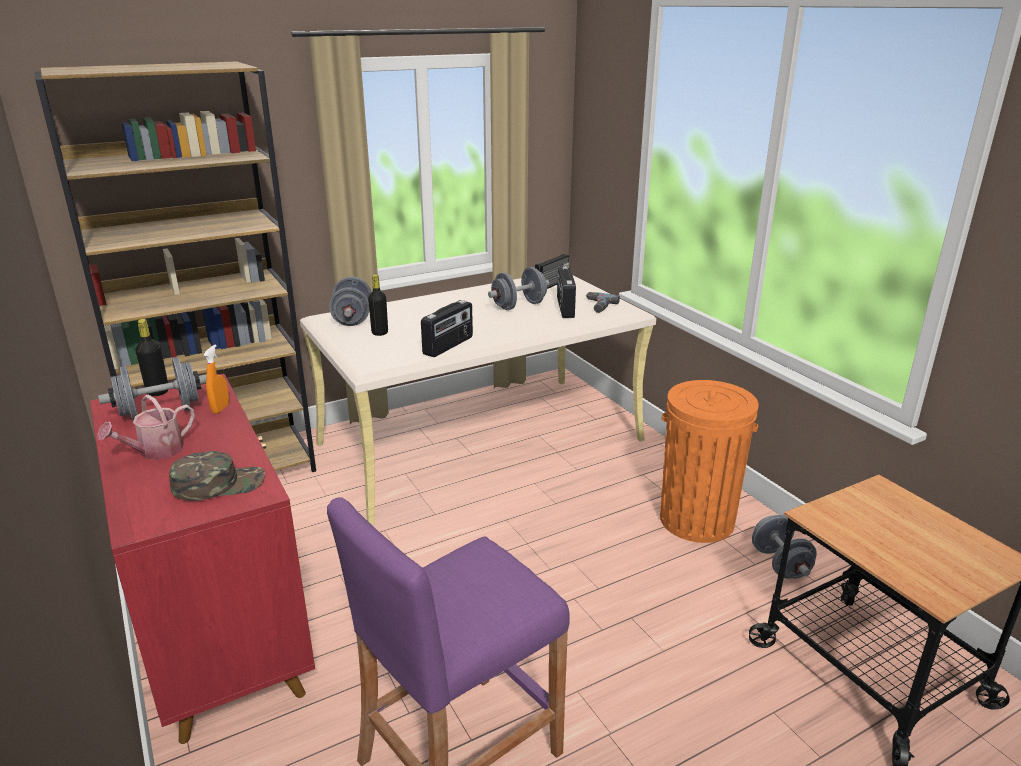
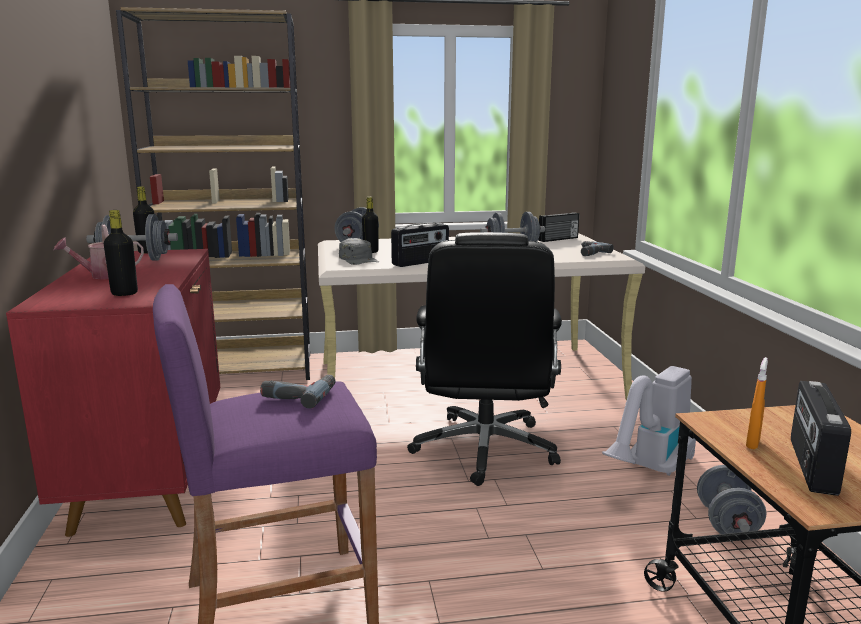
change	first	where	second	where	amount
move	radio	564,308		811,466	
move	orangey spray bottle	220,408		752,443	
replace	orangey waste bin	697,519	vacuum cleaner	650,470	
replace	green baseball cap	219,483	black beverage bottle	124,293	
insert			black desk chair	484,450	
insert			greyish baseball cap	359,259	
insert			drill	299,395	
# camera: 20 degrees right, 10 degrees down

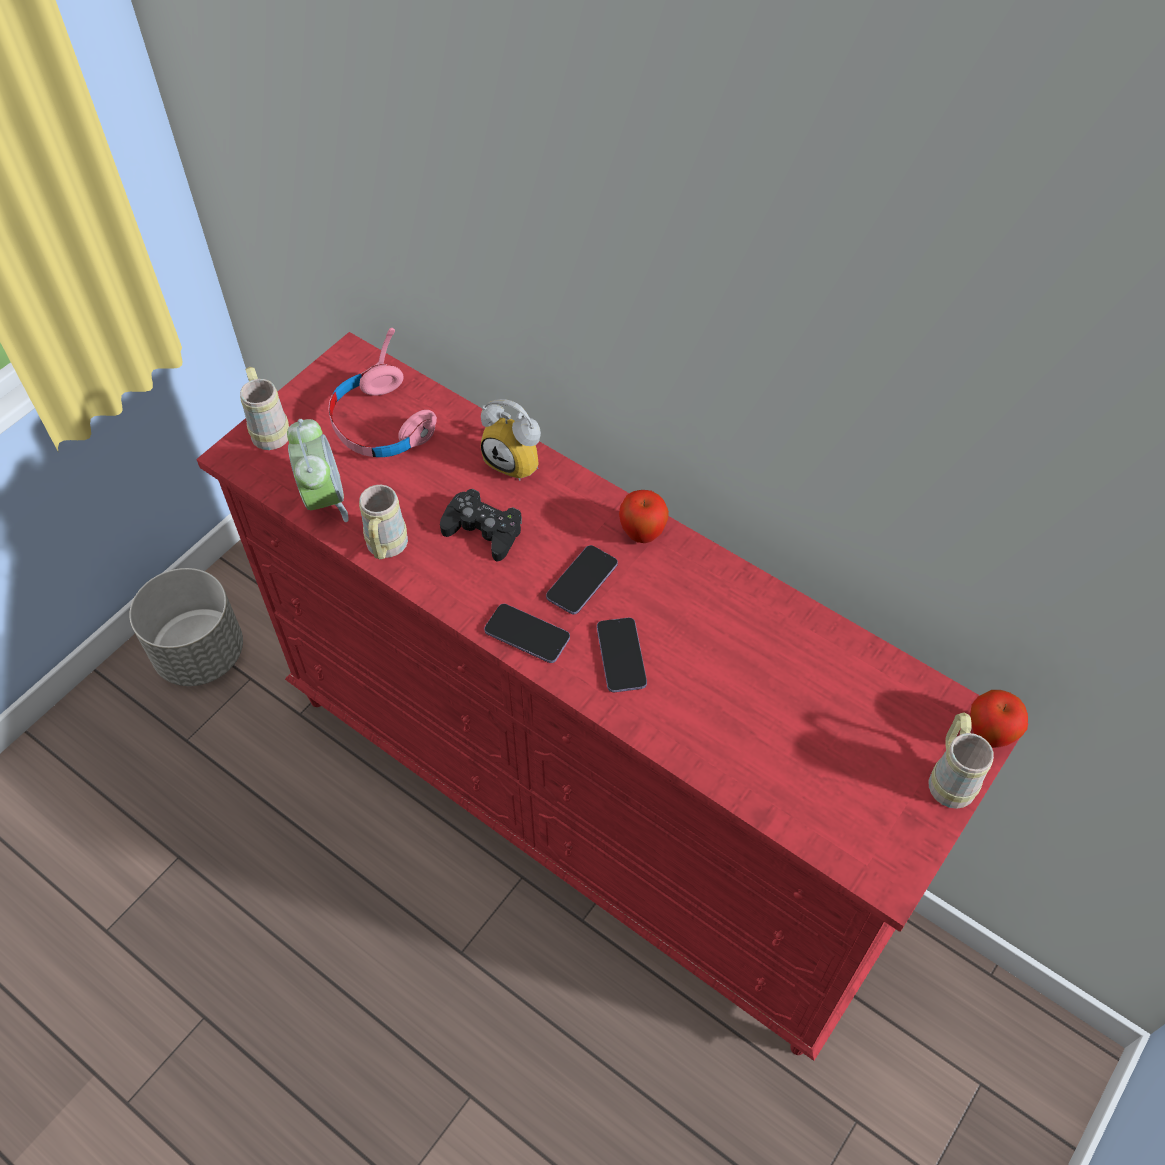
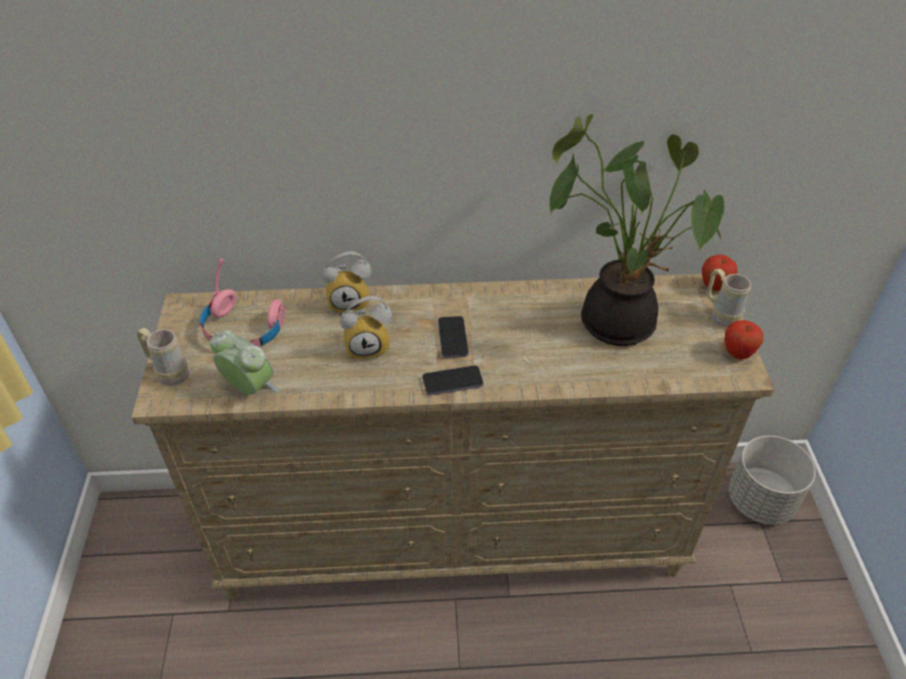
change	first	where	second	where	amount
recolor	reddish drawer chest	585,807	sand-coloured drawer chest	454,536	
delete	sand-coloured mug	385,549			
replace	black joypad	483,530	alarm clock	369,347	
move	whole apple	642,534		737,354	
move	greyish flower pot	200,654		760,501	
delete	phone	621,656			
insert			plant in a pot	618,318	
# camera: 40 degrees left, 10 degrees down

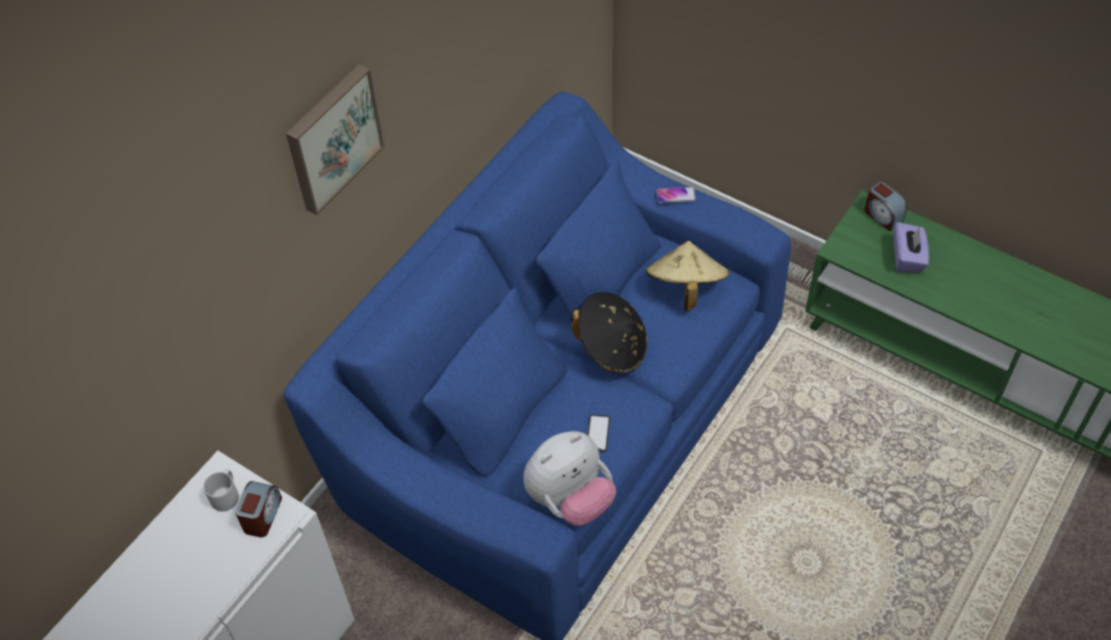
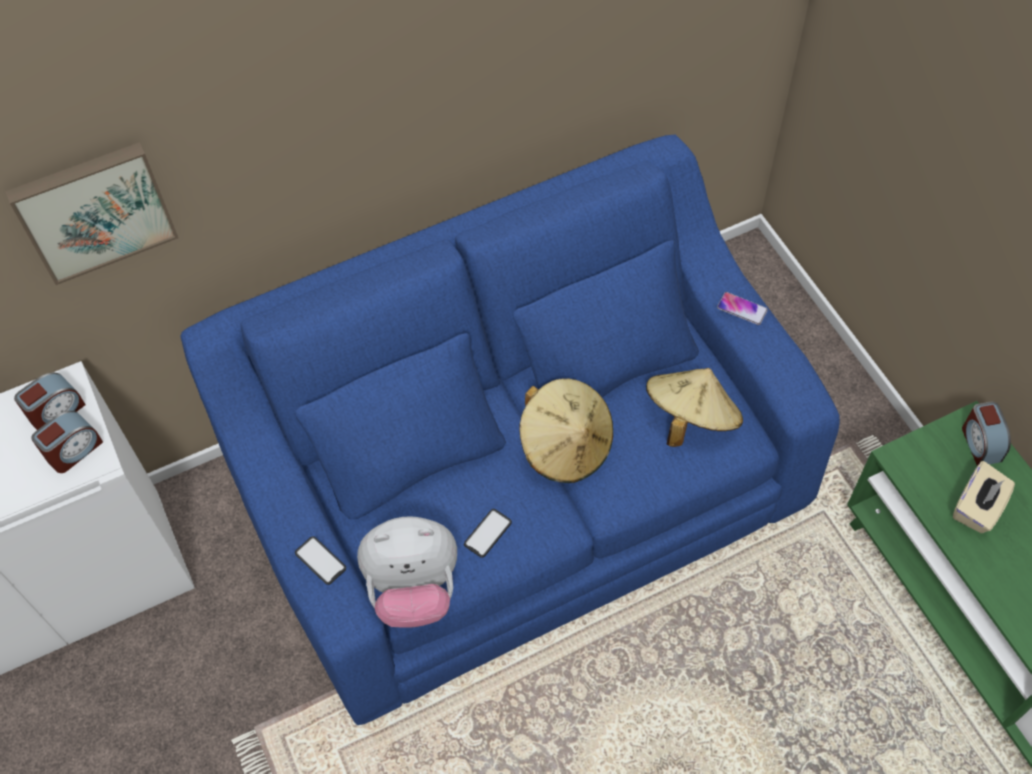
change	first	where	second	where	amount
move	wall art	332,137		94,210	
recolor	purple tissue box	907,258	sand-coloured tissue box	977,508	
recolor	black clothing hat	612,347	sand-coloured clothing hat	566,446	
replace	greyish mug	226,495	alarm clock	56,412	
insert			phone	320,560	
# camera: 30 degrees right, 5 degrees up

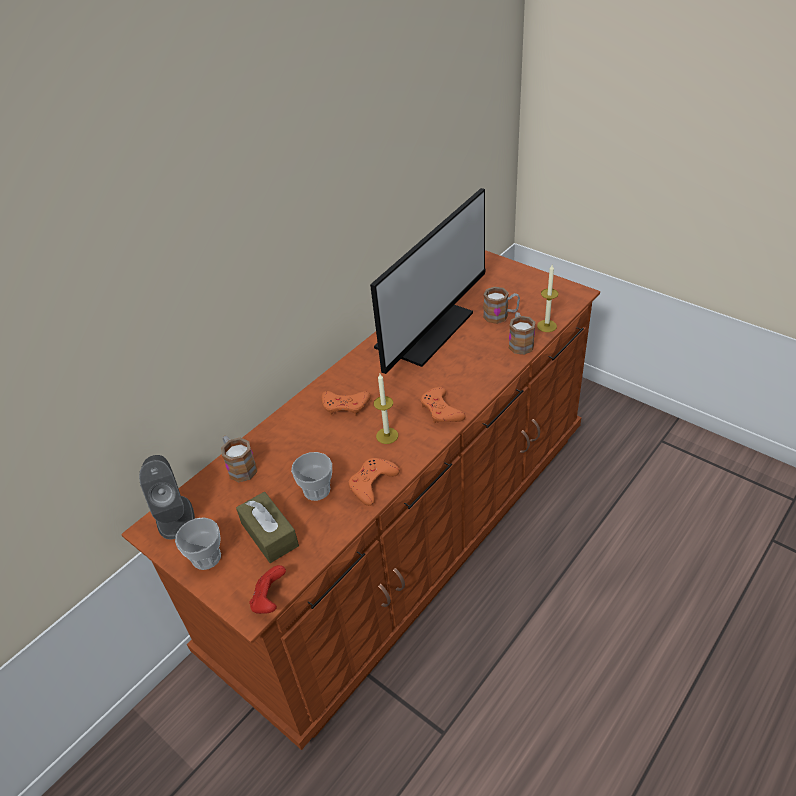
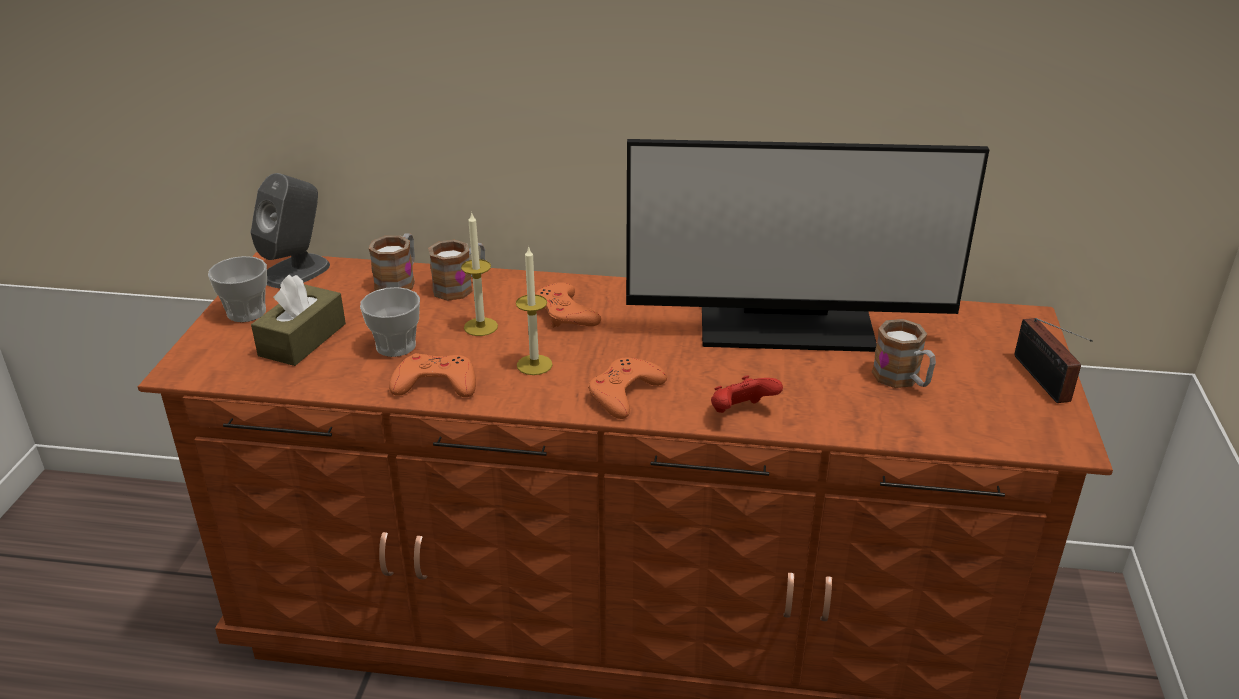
change	first	where	second	where	amount
move	wax candle	546,326		480,327	
move	mug	520,342		460,287	
move	reddish joypad	270,600		741,412	
insert			radio	1043,381	
# camera: 55 degrees right, 10 degrees down

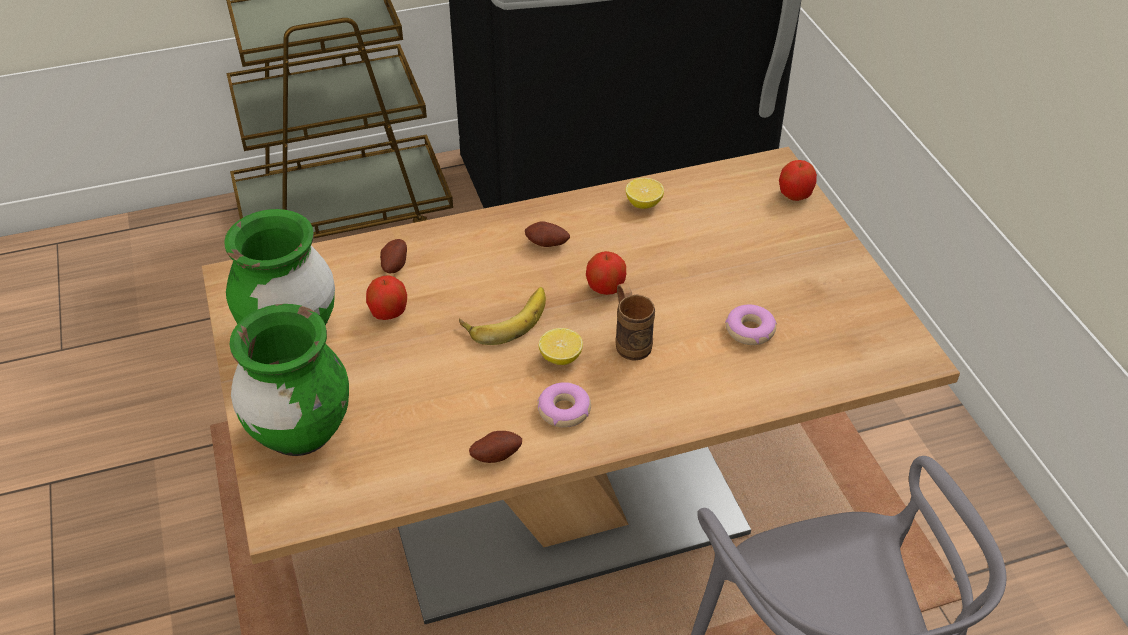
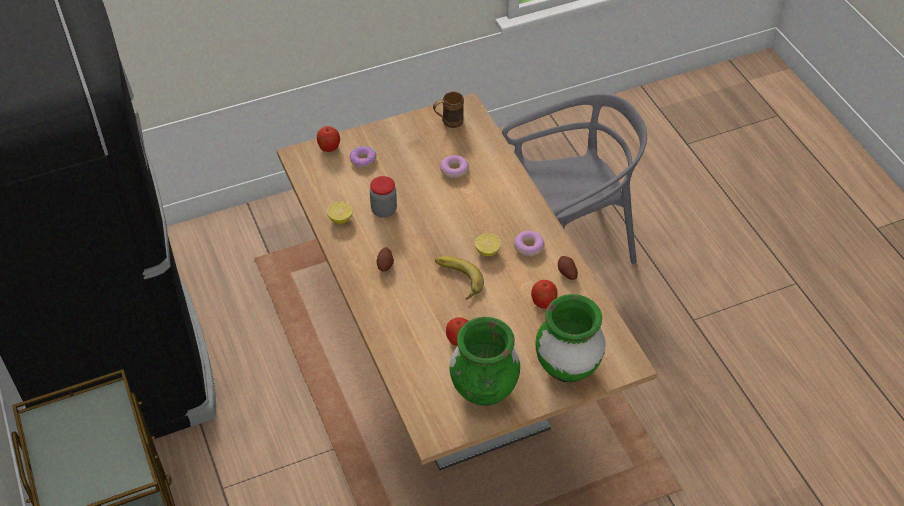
change	first	where	second	where	amount
delete	whole potato	394,265			
move	whole apple	605,288		543,302	
move	brown-coloured mug	630,341		448,123	
insert			doughnut	363,160	
insert			jar	384,210	
# camera: 95 degrees left, 5 degrees up

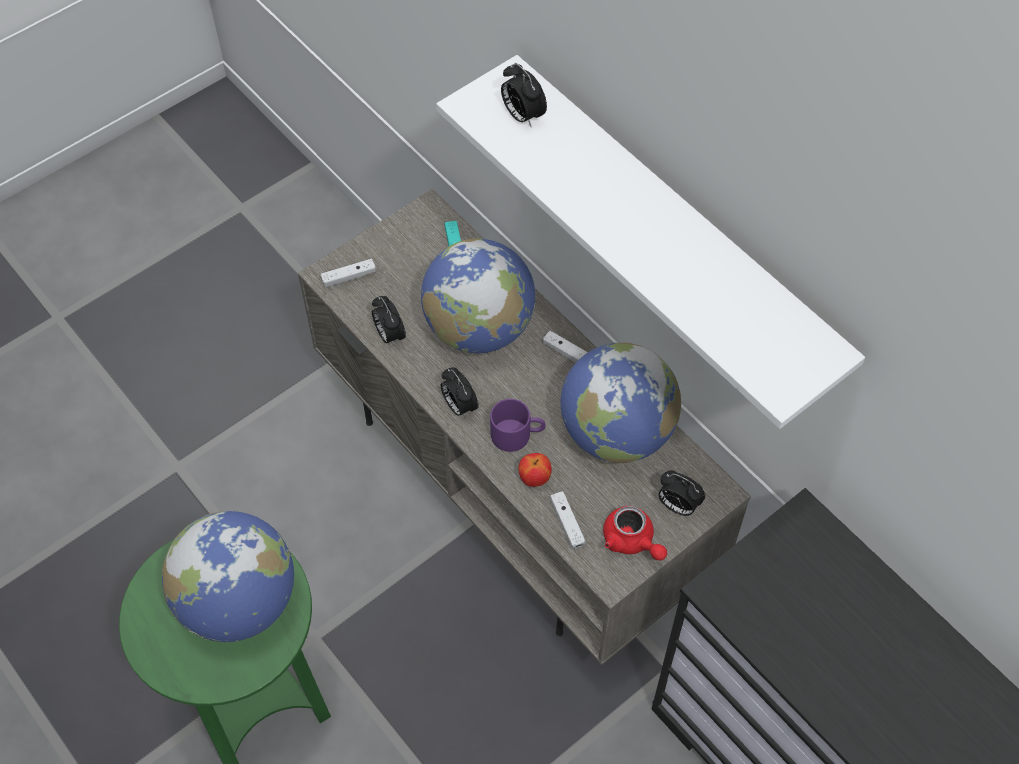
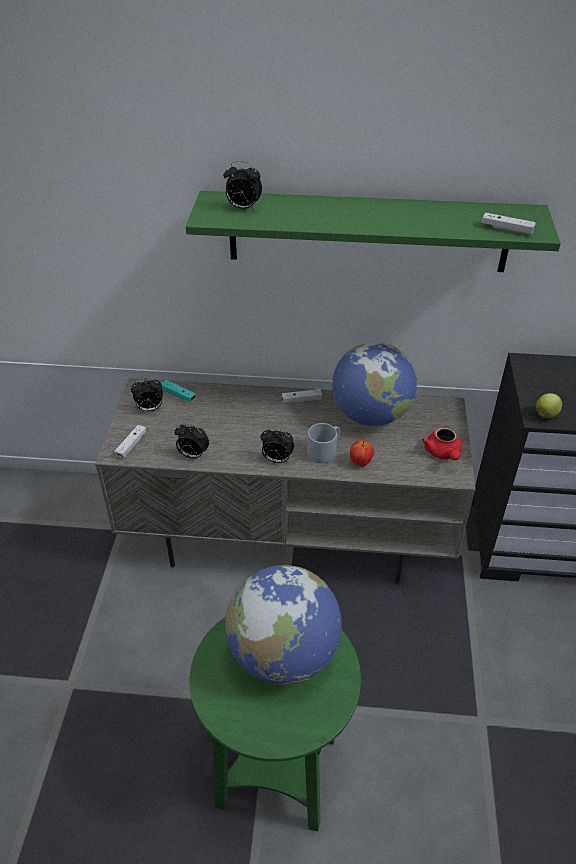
change	first	where	second	where	amount
recolor	whitish wall shelf	673,228	green wall shelf	368,232	
delete	globe	479,328			
recolor	purple mug	517,434	greyish mug	324,450	
move	alarm clock	677,505		150,409	
move	whitish joypad	567,523		506,229	
rotate	reddish pot for tea	632,541		443,453	75 degrees clockwise
insert			whole apple	546,415	
# camera: 45 degrees left, 15 degrees down

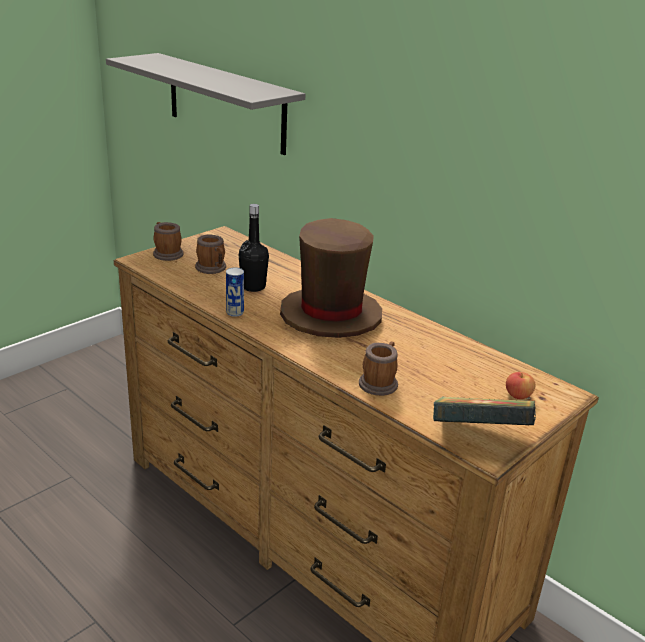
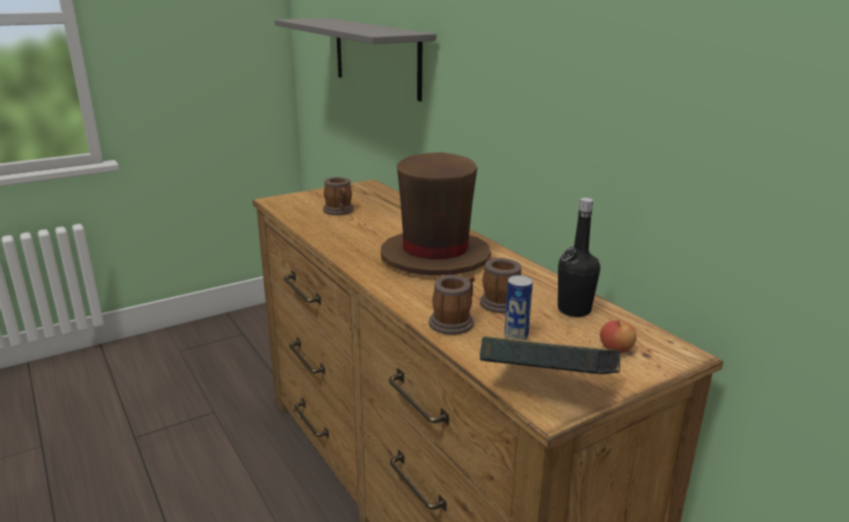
change	first	where	second	where	amount
move	black beverage bottle	253,287		574,310	
move	mug	166,253		498,301	
move	can	235,312		516,336	
# camera: 15 degrees right, 5 degrees down

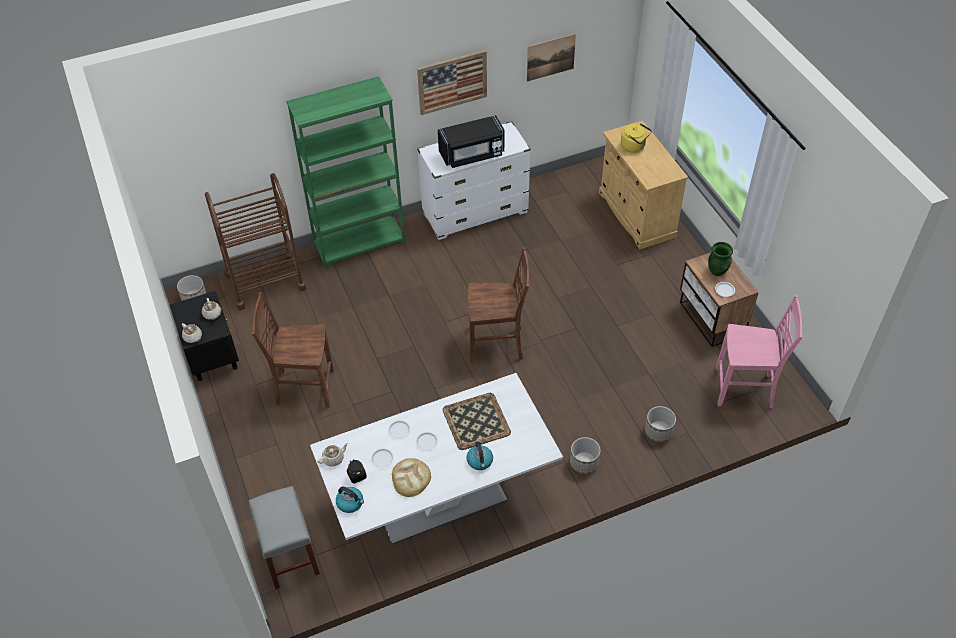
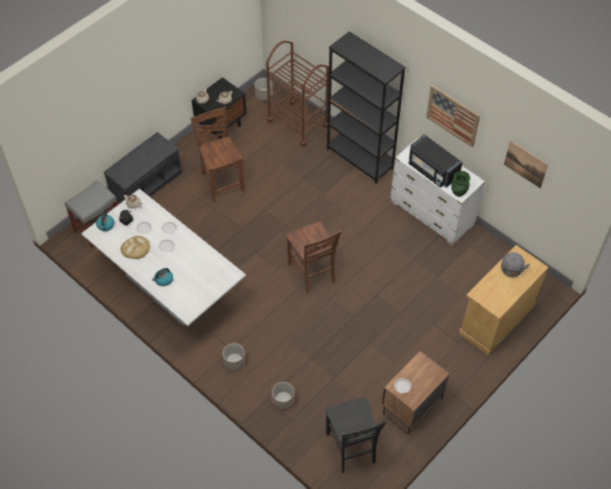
change	first	where	second	where	amount
recolor	green shelving unit	360,244	black shelving unit	360,159	
recolor	yellow water kettle	634,147	greyish water kettle	511,271	
move	green decorative vase	717,271		459,193	
recolor	pinkish upright chair	745,389	black upright chair	351,449	
delete	serving tray	475,421			
insert			greyish indoor bench	146,183	
# camera: 65 degrees right, 5 degrees up

